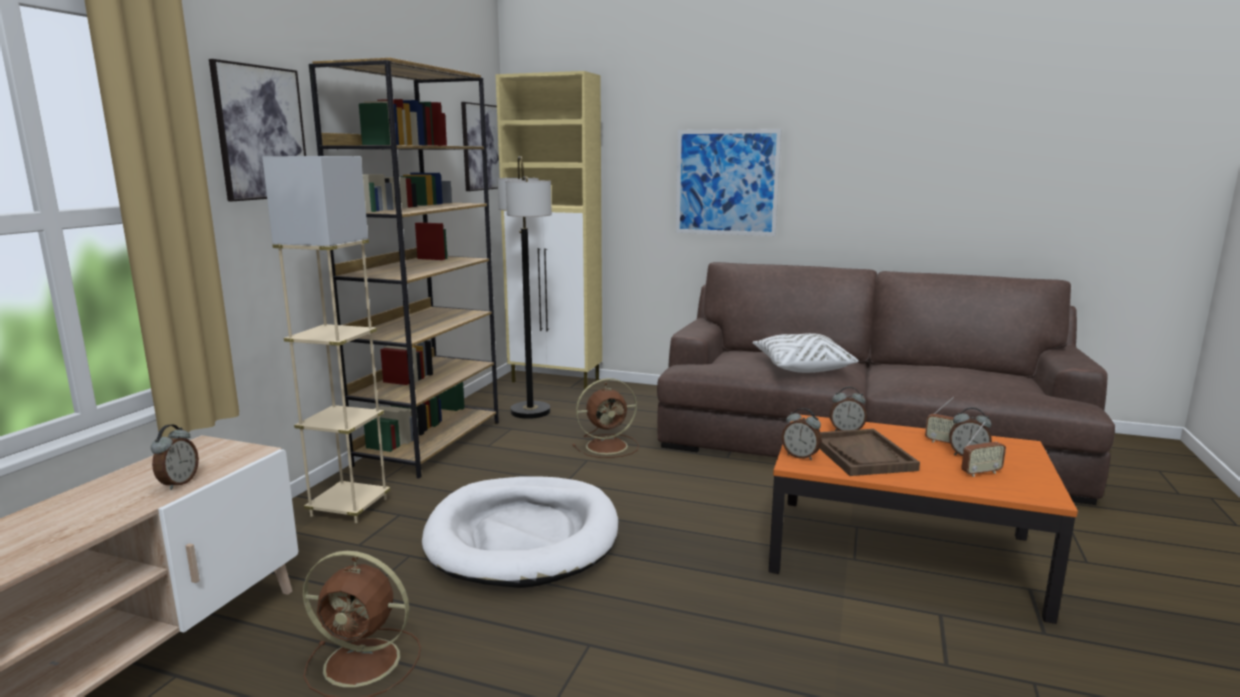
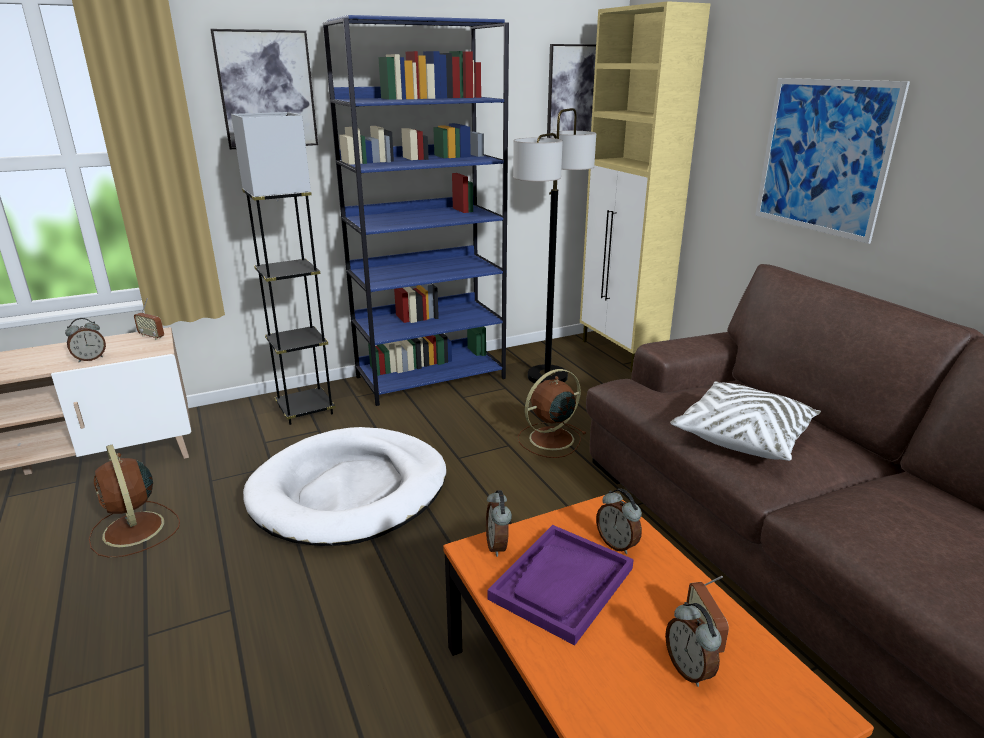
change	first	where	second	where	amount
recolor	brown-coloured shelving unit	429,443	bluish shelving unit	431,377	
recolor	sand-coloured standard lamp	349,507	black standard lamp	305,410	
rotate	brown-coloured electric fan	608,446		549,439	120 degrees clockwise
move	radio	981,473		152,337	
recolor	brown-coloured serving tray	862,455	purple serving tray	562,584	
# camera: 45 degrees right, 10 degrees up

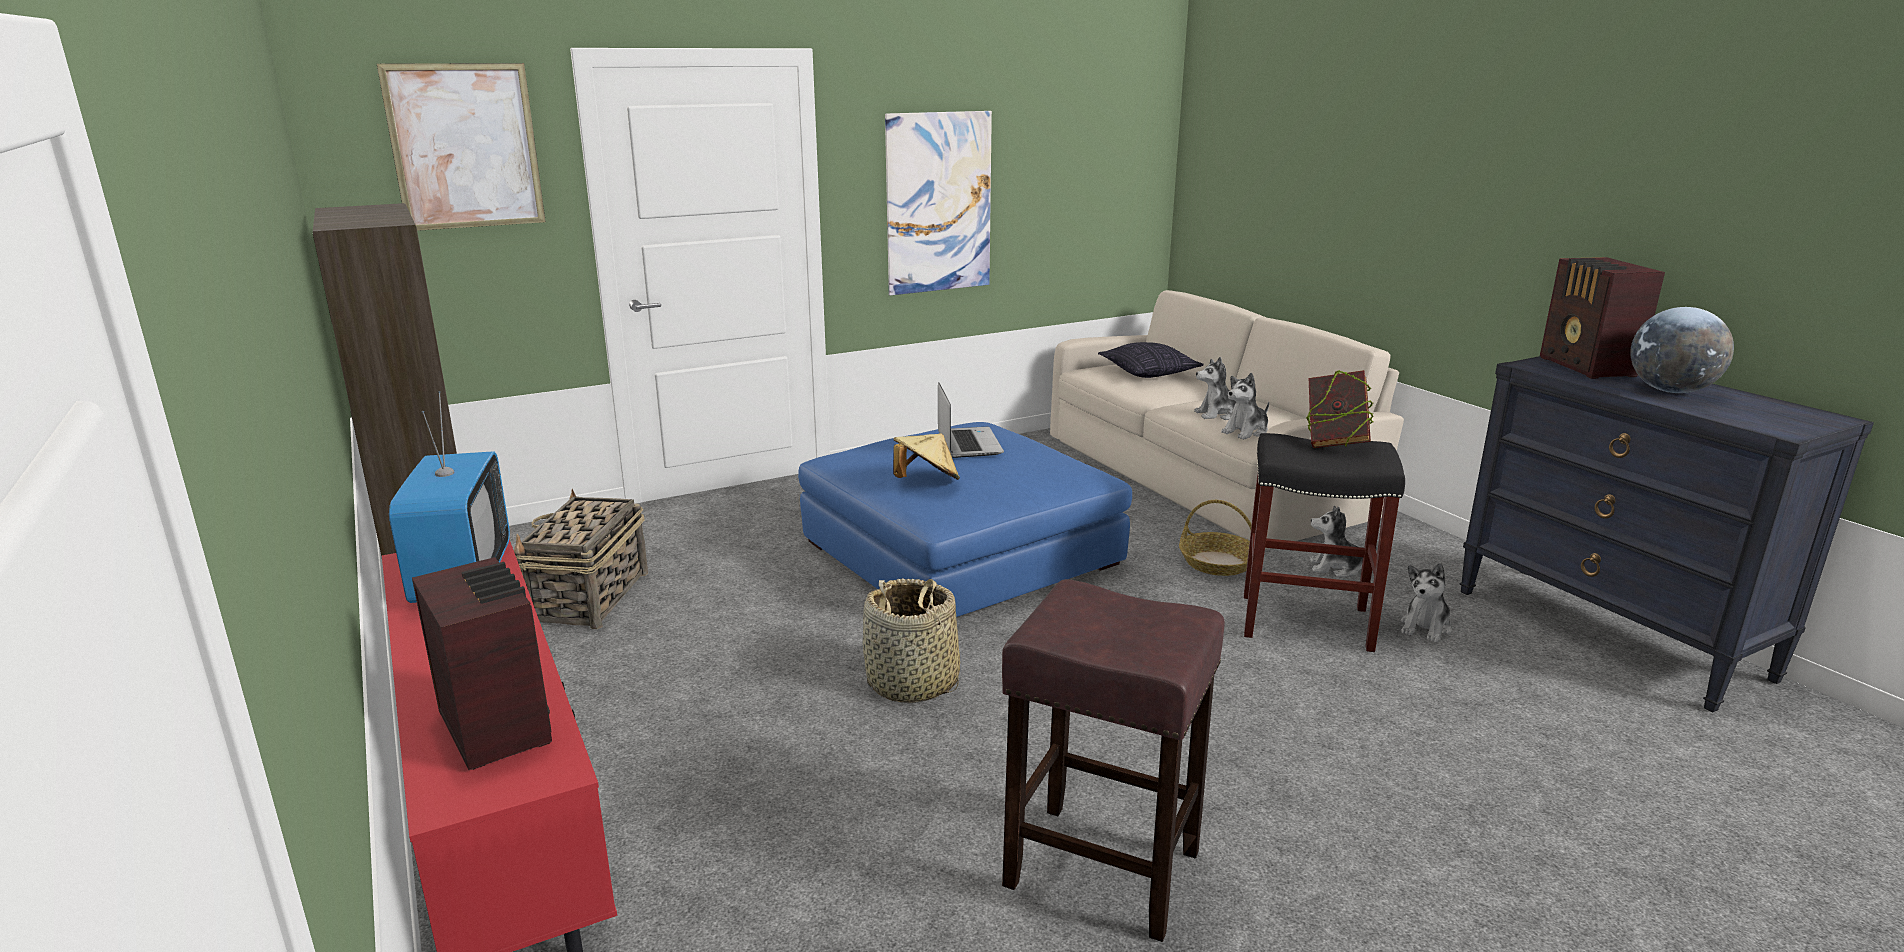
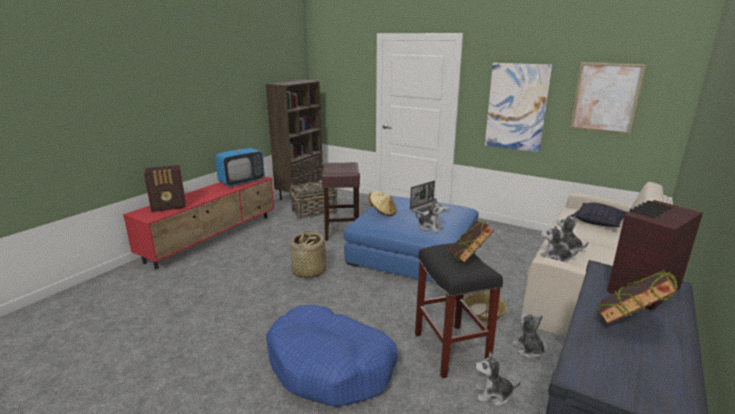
change	first	where	second	where	amount
move	wall art	465,147		605,98	
replace	globe	1670,391	bound book	628,325	
rotate	radio	496,725		169,207	45 degrees clockwise
move	brown-coloured sitting stool	1098,868		341,231	
insert			soft toy	430,227	
insert			bluish pet bed	331,366	
# camera: 60 degrees right, 0 degrees up

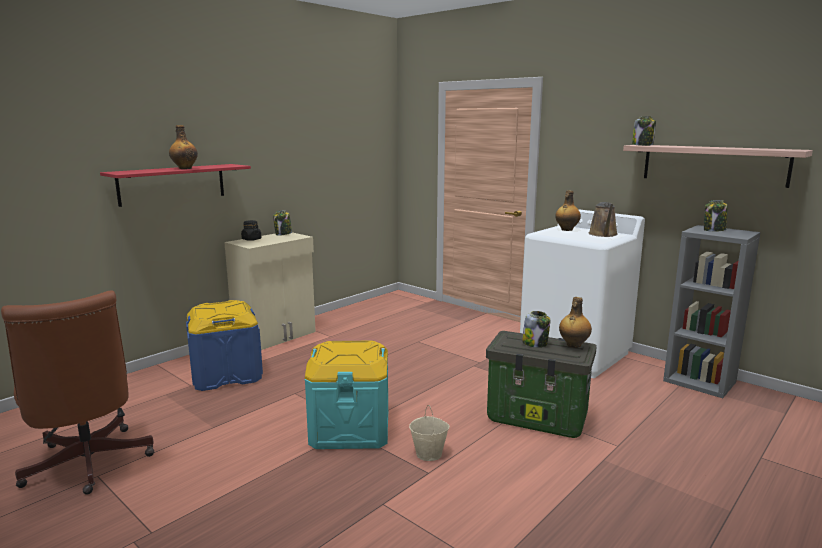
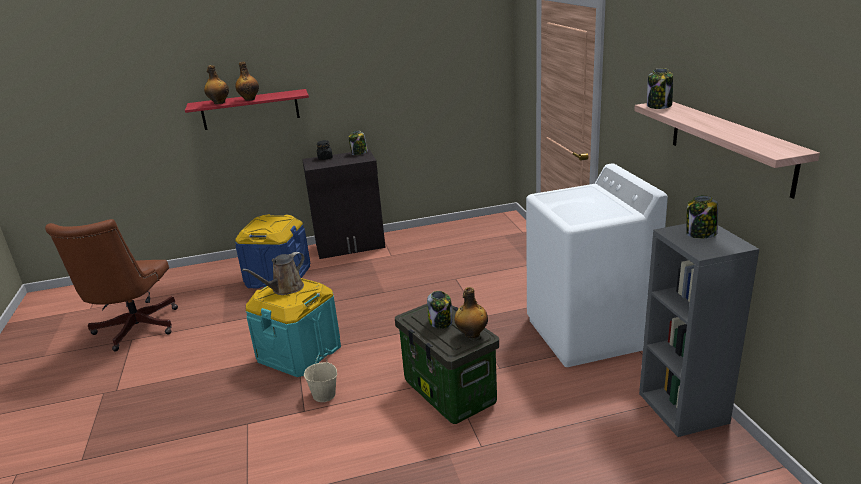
change	first	where	second	where	amount
move	beverage bottle	566,230		219,103	
move	brown-coloured watering can	603,234		285,289	
recolor	sand-coloured storage cabinet	276,336	black storage cabinet	351,246	
# camera: 35 degrees right, 10 degrees up

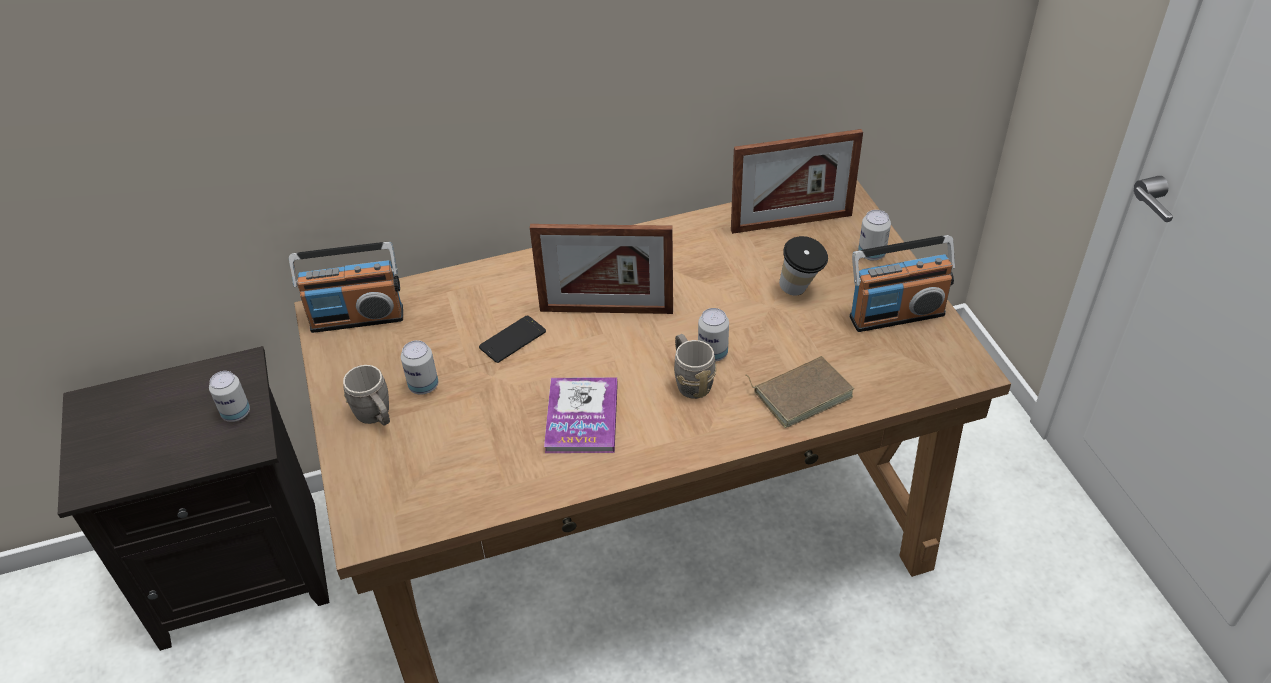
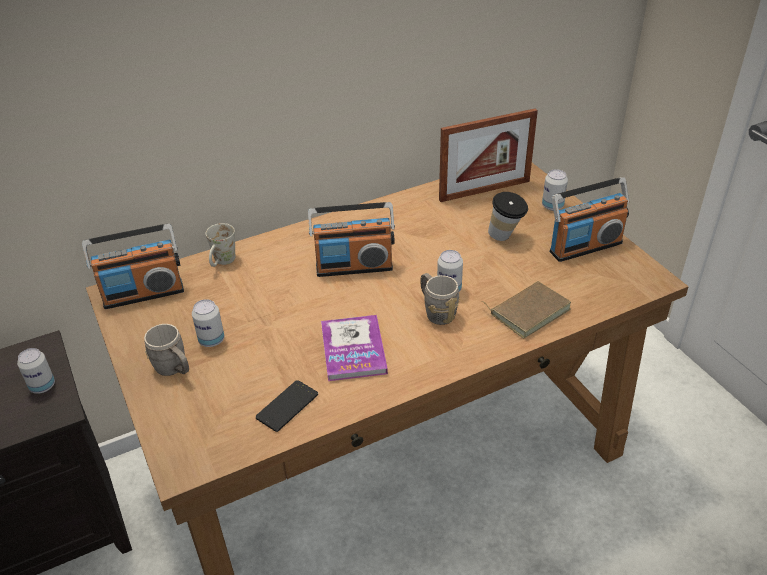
change	first	where	second	where	amount
replace	photo frame	606,310	radio	354,267	
move	phone	513,340		287,406	
insert			whitish mug	222,263	
# camera: 10 degrees left, 5 degrees down

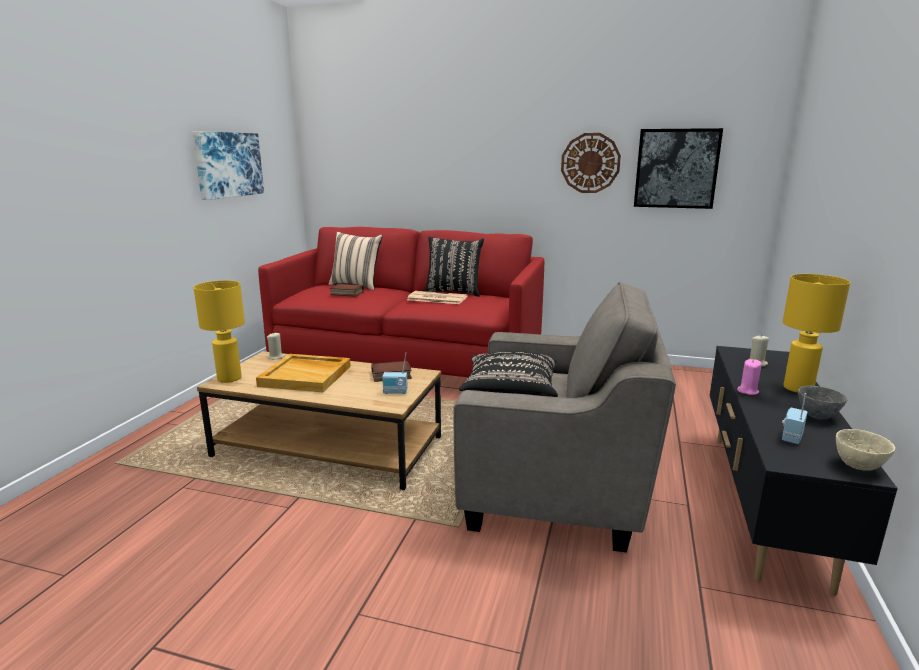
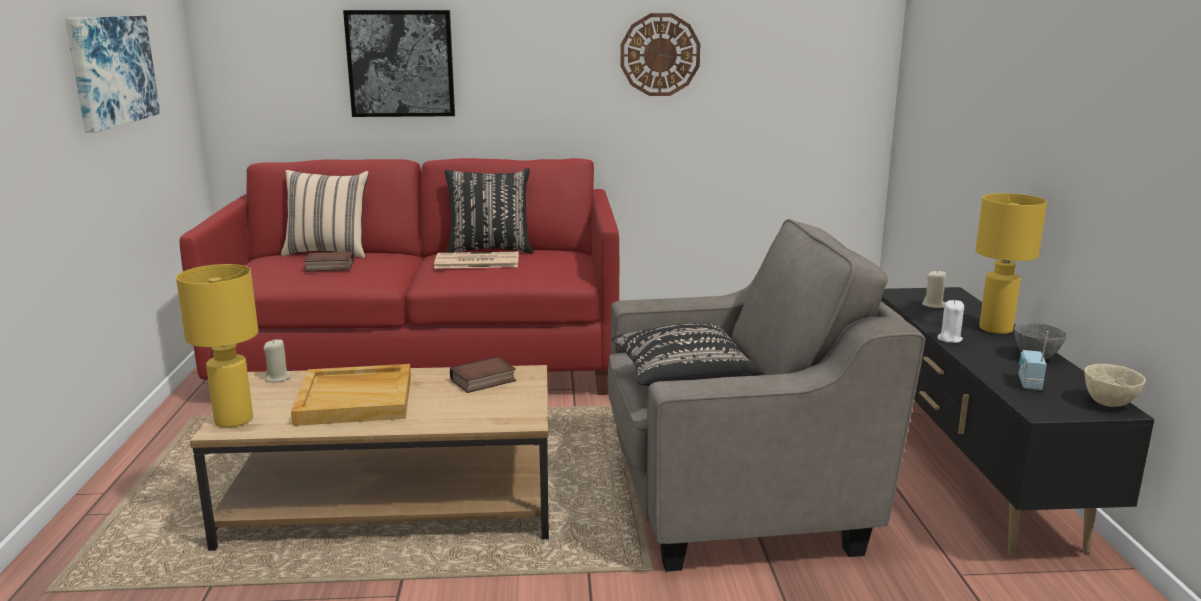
change	first	where	second	where	amount
move	wall art	676,168		401,63	
delete	radio	395,392			
recolor	pinkish wax candle	747,391	whitish wax candle	949,339	
# camera: 20 degrees left, 0 degrees up

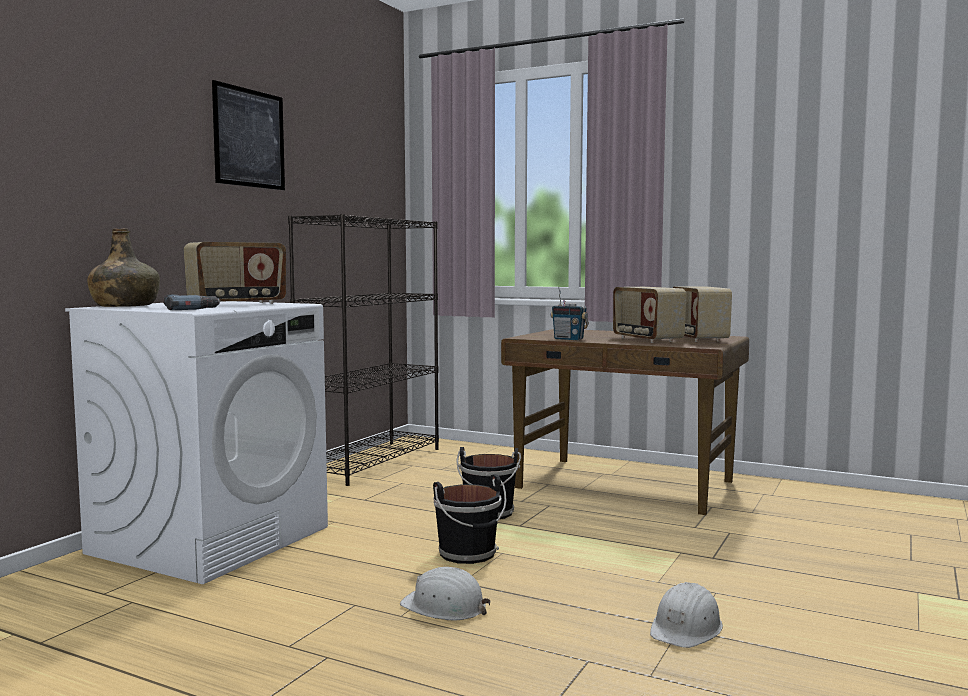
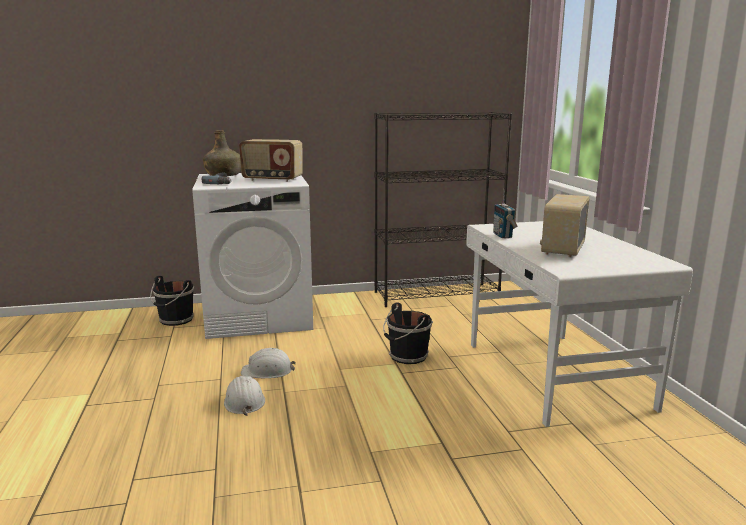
change	first	where	second	where	amount
delete	wall art	249,138			
delete	radio	698,339			
recolor	brown-coloured desk unit	625,485	whitish desk unit	553,375	
move	black pail	469,554		175,320	
move	whitish safety helmet	686,628		267,371	
# camera: 50 degrees right, 10 degrees up

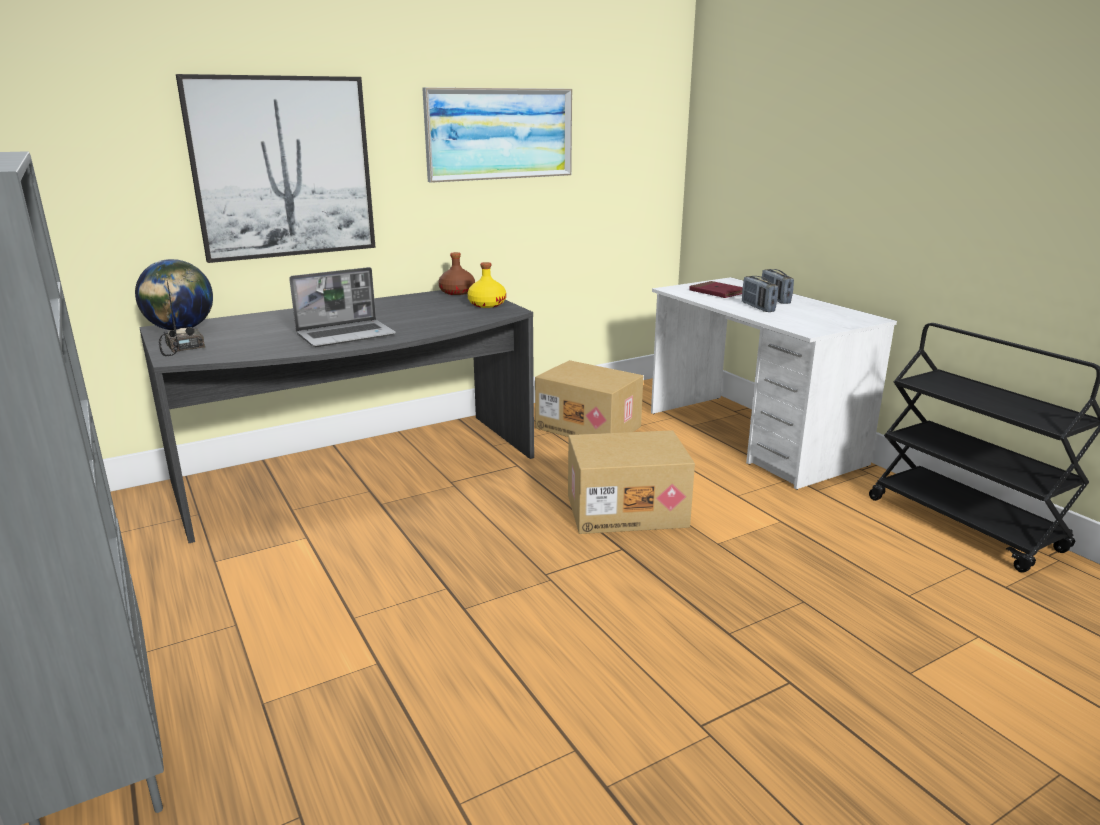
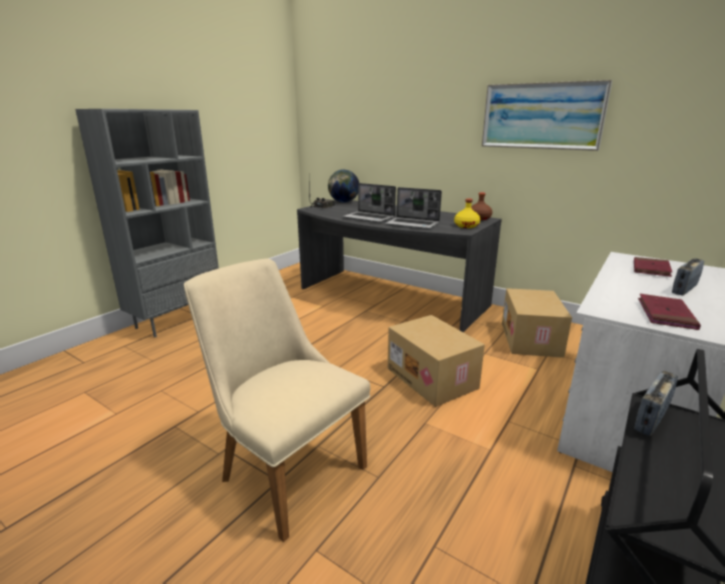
change	first	where	second	where	amount
delete	wall art	283,168			
move	radio	757,307		651,419	
insert			portable computer	413,224	
insert			sand-coloured upright chair	284,467	
insert			reddish bound book	666,314	
# camera: 65 degrees right, 0 degrees up

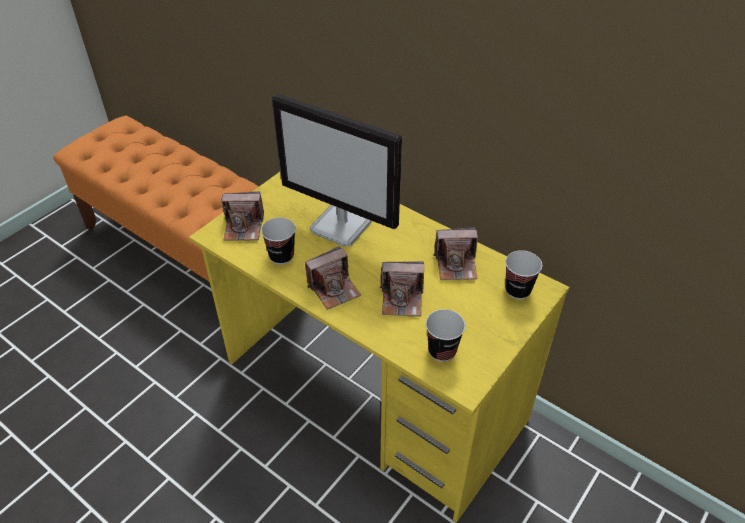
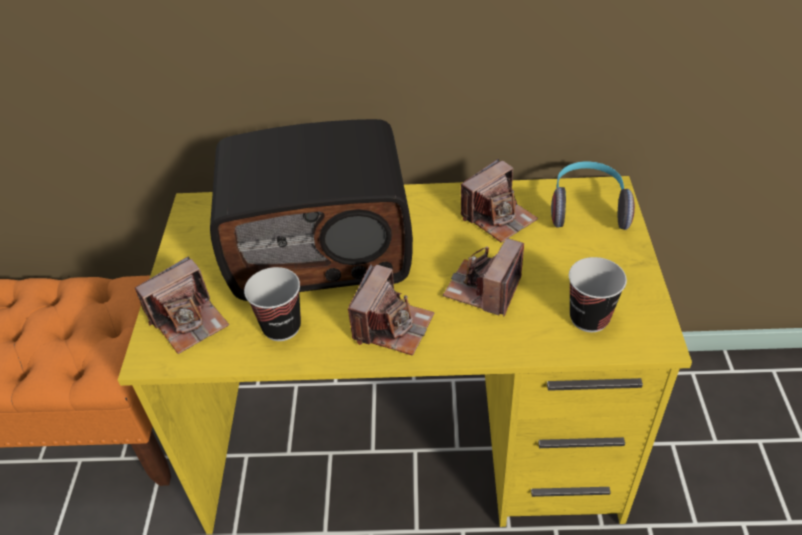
change	first	where	second	where	amount
replace	monitor	342,226	radio	321,247	
replace	small cup	517,290	headphones	587,207	
rotate	still camera	402,299		483,289	150 degrees clockwise
# camera: 35 degrees left, 0 degrees up

